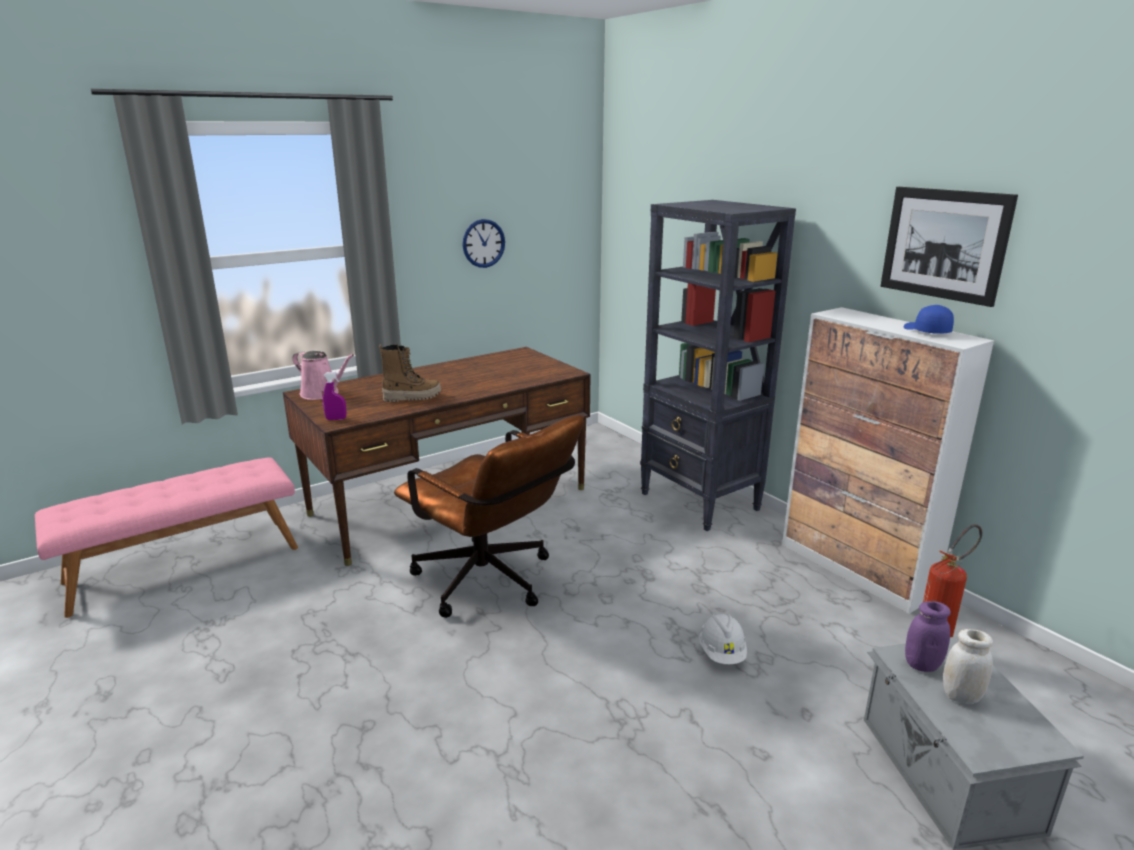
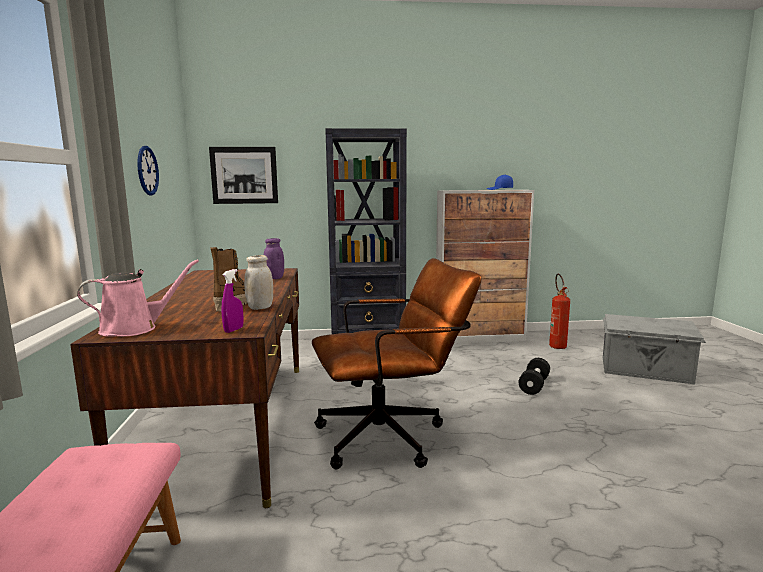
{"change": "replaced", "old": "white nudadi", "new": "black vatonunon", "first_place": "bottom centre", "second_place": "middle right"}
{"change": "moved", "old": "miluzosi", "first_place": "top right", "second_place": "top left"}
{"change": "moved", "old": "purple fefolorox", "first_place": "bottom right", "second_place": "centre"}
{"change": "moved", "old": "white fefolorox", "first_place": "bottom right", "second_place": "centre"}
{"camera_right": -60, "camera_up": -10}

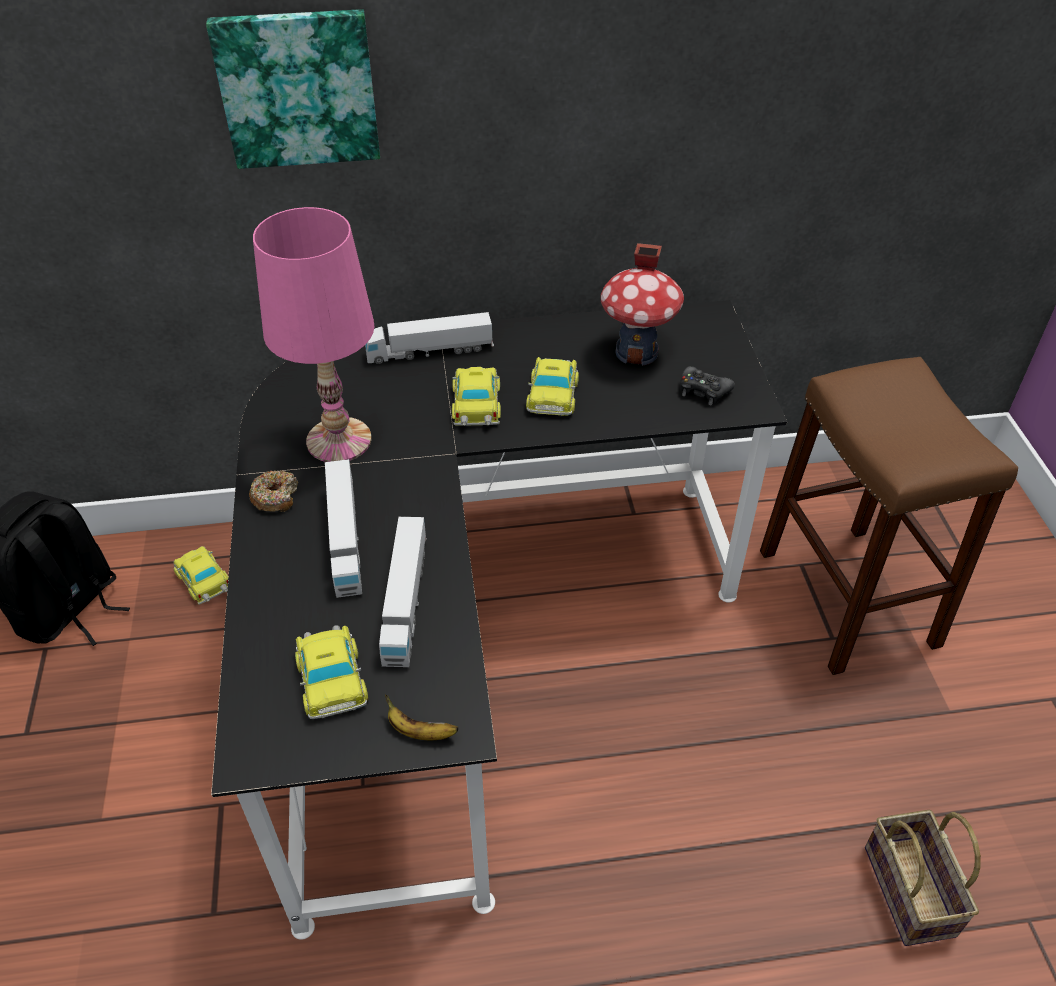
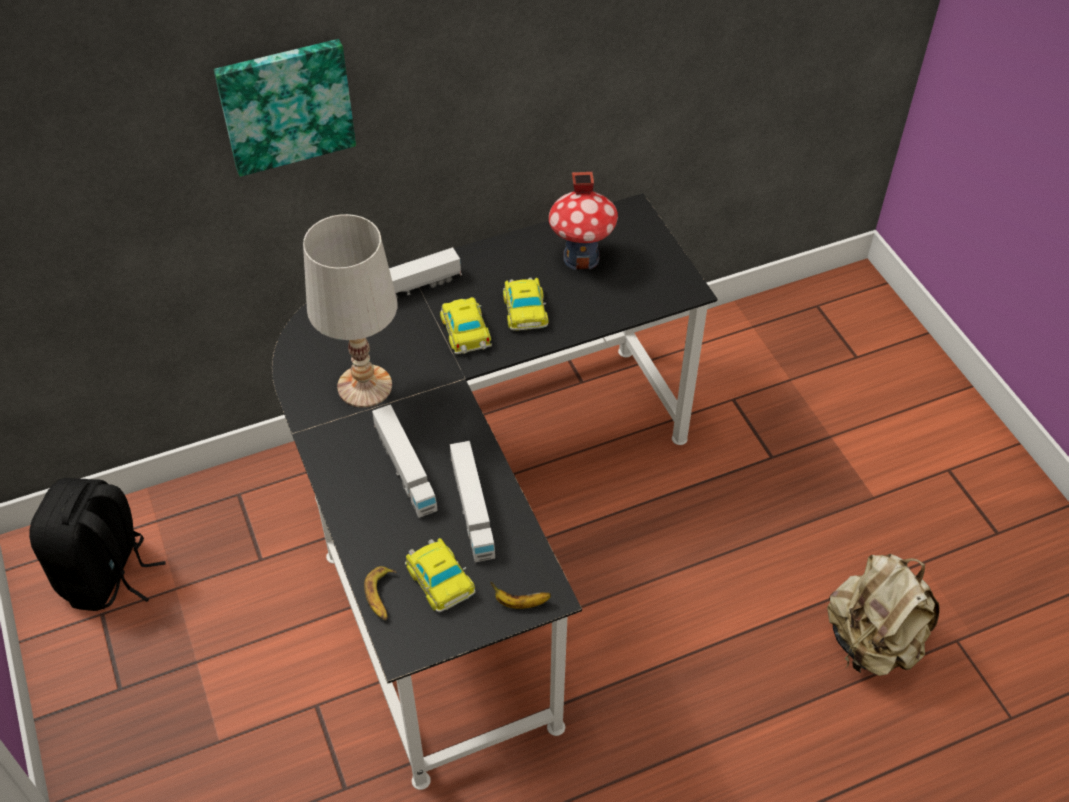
{"change": "removed", "old": "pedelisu (1st from left)", "first_place": "middle left"}
{"change": "removed", "old": "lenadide", "first_place": "middle left"}
{"change": "recoloured", "old": "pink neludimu", "new": "white neludimu", "first_place": "middle left", "second_place": "middle left"}
{"change": "removed", "old": "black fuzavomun", "first_place": "middle right"}
{"change": "removed", "old": "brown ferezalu", "first_place": "middle right"}
{"change": "replaced", "old": "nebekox", "new": "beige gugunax", "first_place": "bottom right", "second_place": "bottom right"}
{"change": "added", "new": "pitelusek (1st from left)", "second_place": "bottom centre"}
{"camera_right": -15, "camera_up": 5}

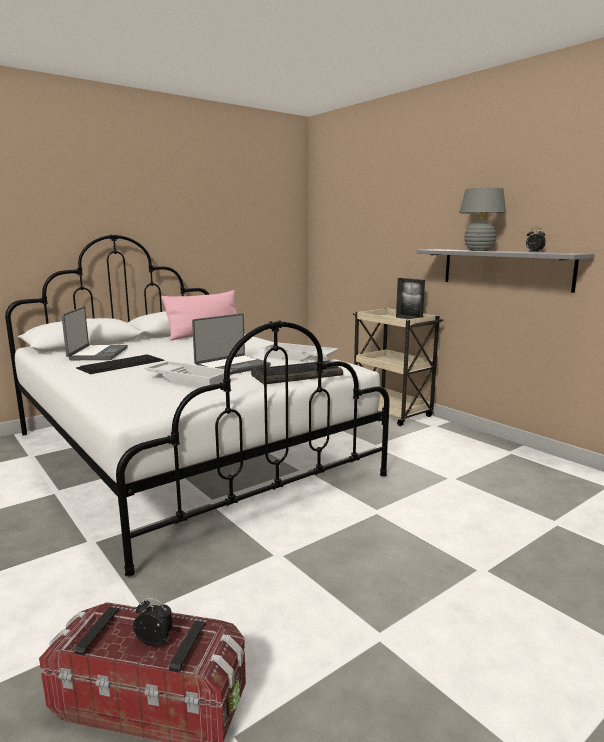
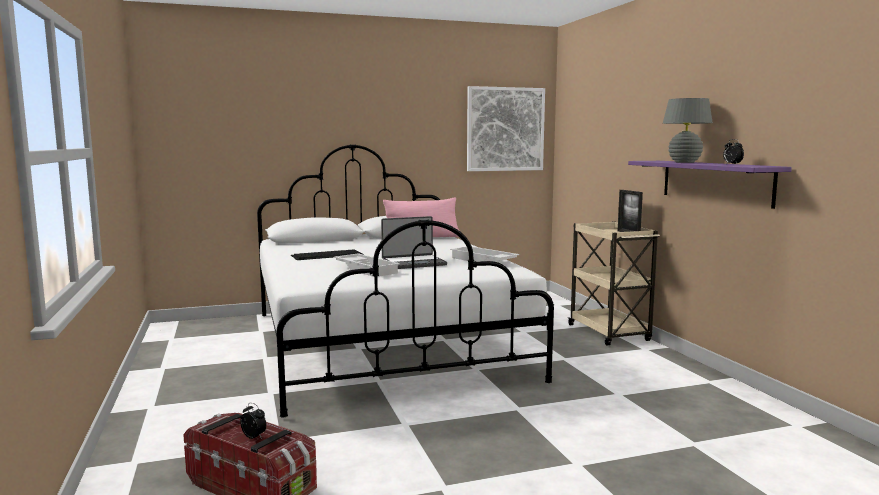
{"change": "removed", "old": "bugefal (1st from left)", "first_place": "middle left"}
{"change": "removed", "old": "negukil (2nd from left)", "first_place": "centre"}
{"change": "recoloured", "old": "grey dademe", "new": "purple dademe", "first_place": "middle right", "second_place": "middle right"}
{"change": "added", "new": "miluzosi", "second_place": "top centre"}
{"camera_right": 20, "camera_up": -5}

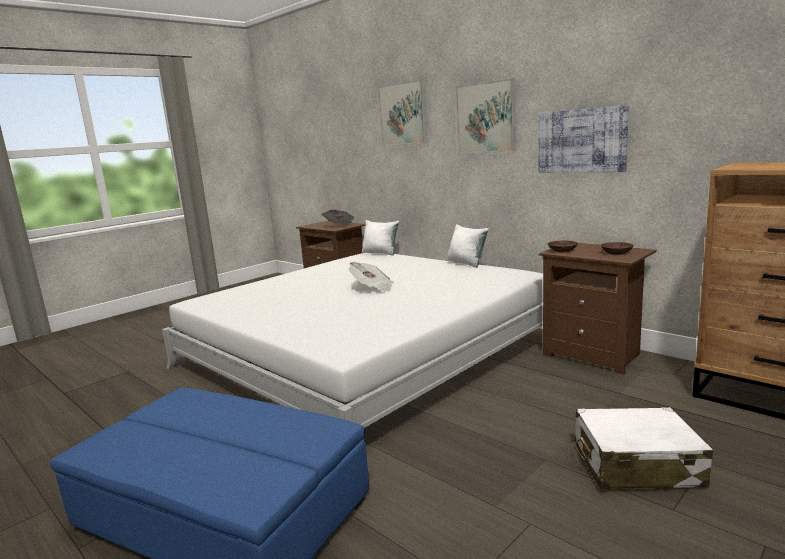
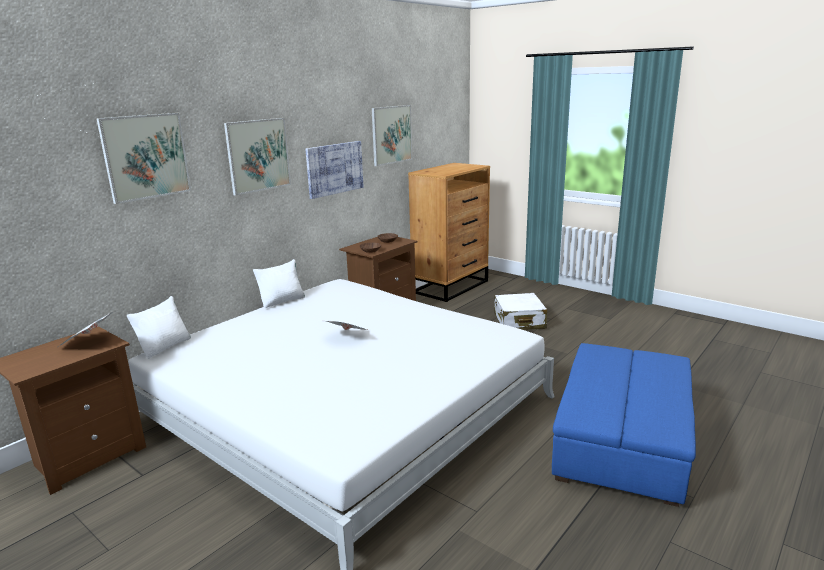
{"change": "added", "new": "miluzosi (4th from left)", "second_place": "top centre"}
{"camera_right": -95, "camera_up": 5}

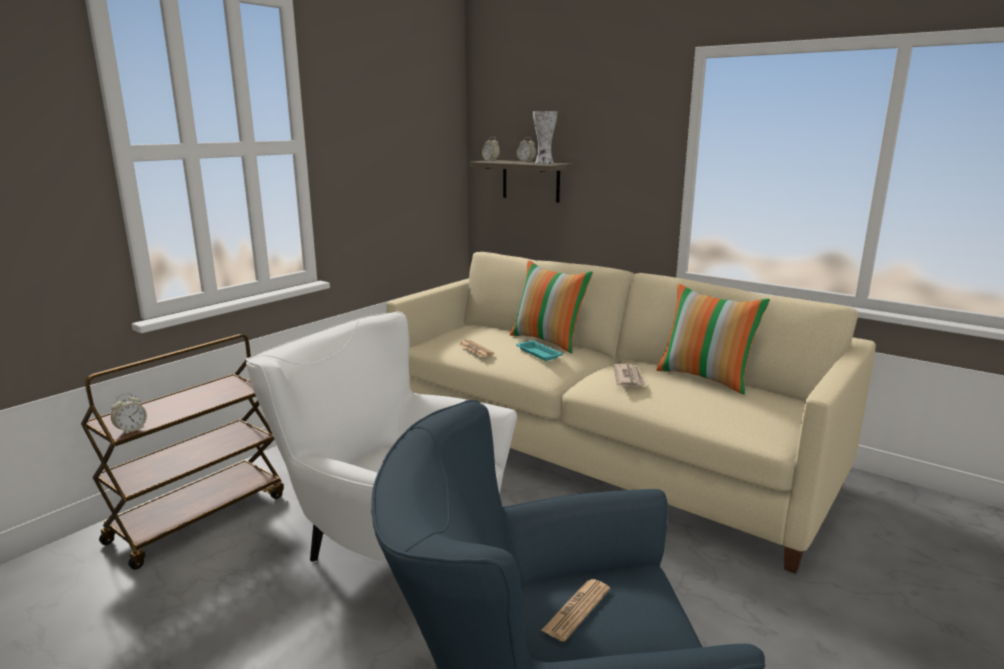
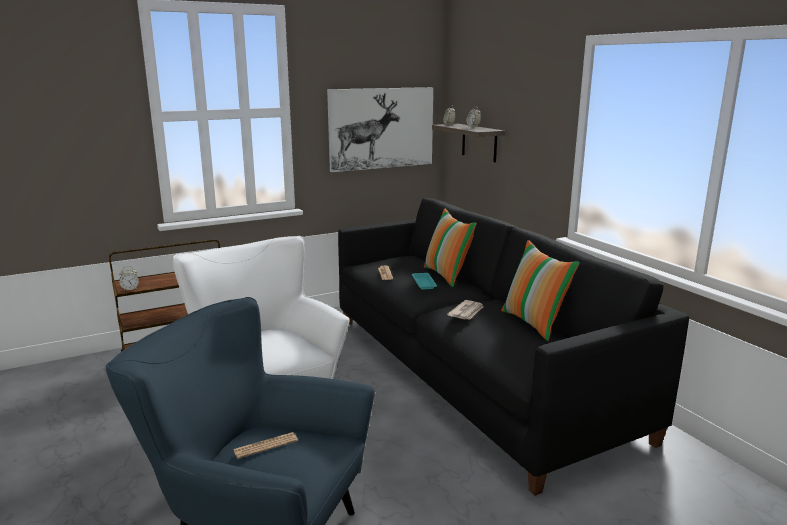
{"change": "recoloured", "old": "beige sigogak", "new": "black sigogak", "first_place": "centre", "second_place": "centre"}
{"change": "removed", "old": "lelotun", "first_place": "top centre"}
{"change": "added", "new": "miluzosi", "second_place": "top centre"}
{"camera_right": 25, "camera_up": 0}

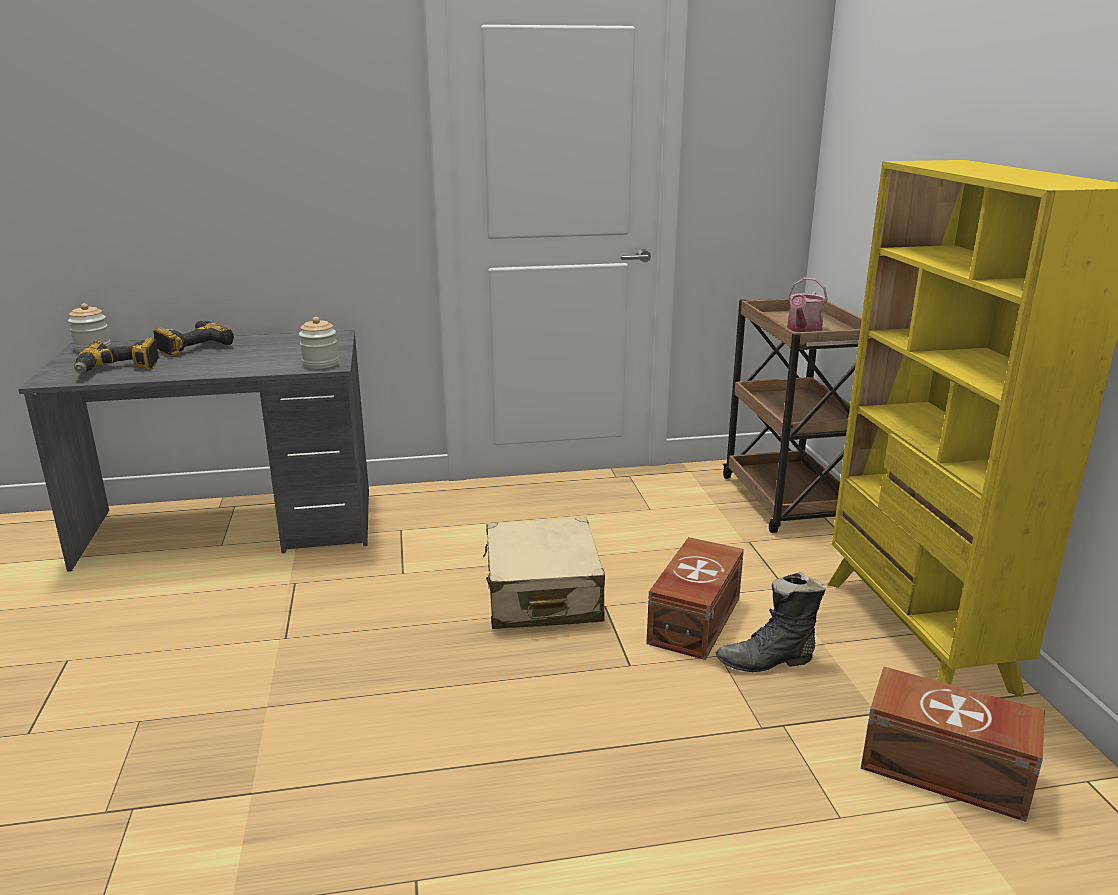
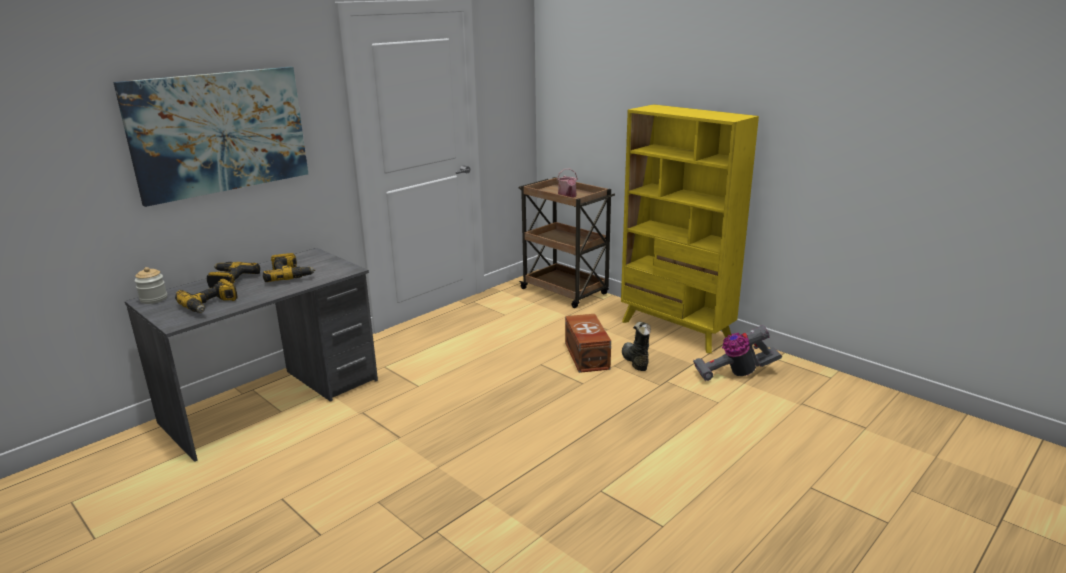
{"change": "removed", "old": "fefolorox (2nd from left)", "first_place": "middle left"}
{"change": "removed", "old": "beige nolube", "first_place": "centre"}
{"change": "turned", "old": "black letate", "first_place": "bottom right", "second_place": "centre", "degrees": 120}
{"change": "replaced", "old": "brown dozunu (2nd from left)", "new": "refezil", "first_place": "bottom right", "second_place": "middle right"}
{"change": "added", "new": "miluzosi", "second_place": "top left"}
{"change": "added", "new": "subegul (3rd from left)", "second_place": "middle left"}
{"camera_right": -35, "camera_up": 0}

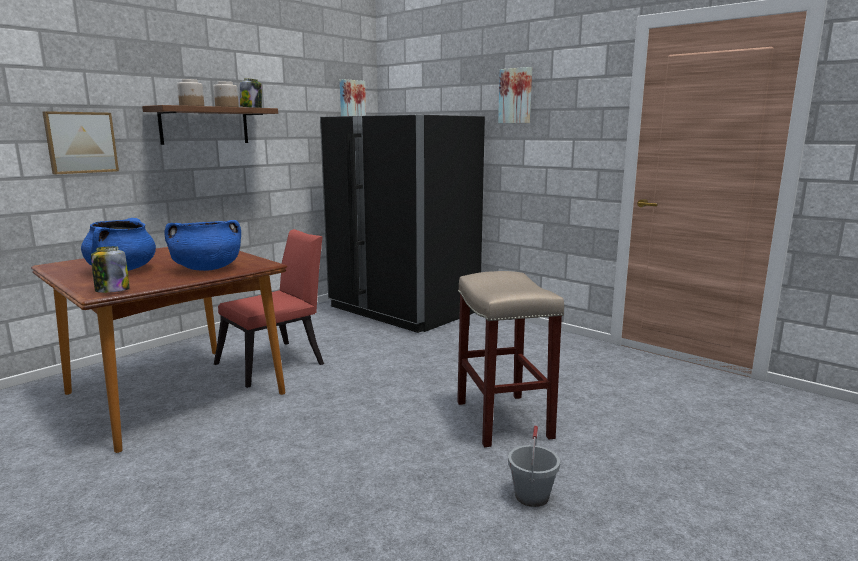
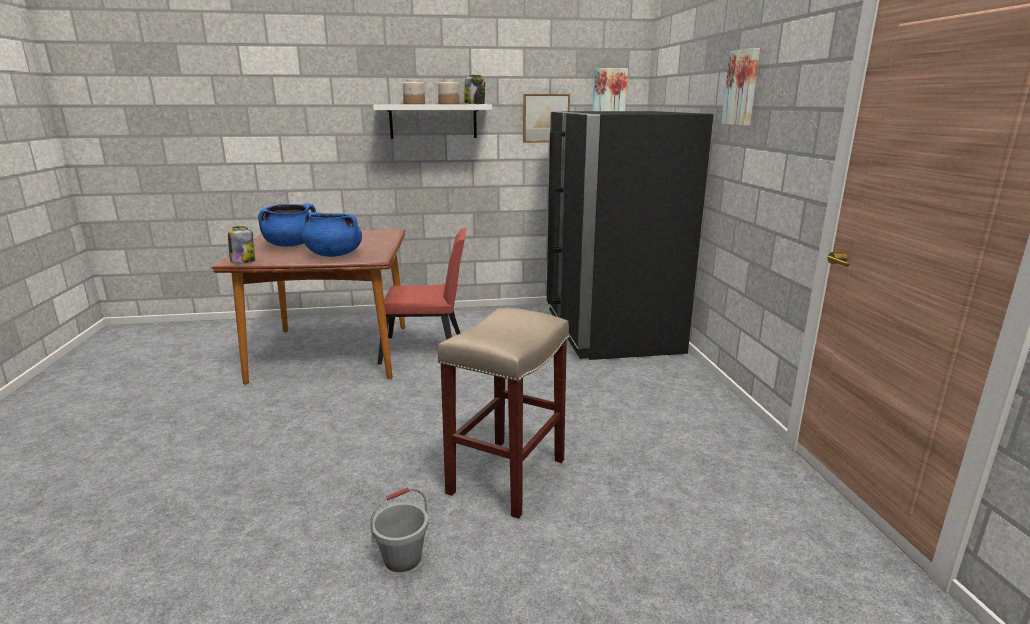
{"change": "moved", "old": "miluzosi (1st from left)", "first_place": "top left", "second_place": "top centre"}
{"change": "recoloured", "old": "brown dademe", "new": "white dademe", "first_place": "top left", "second_place": "top centre"}
{"camera_right": 40, "camera_up": 5}

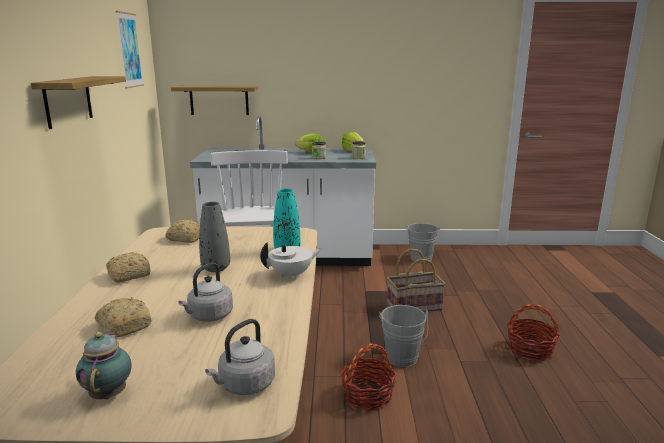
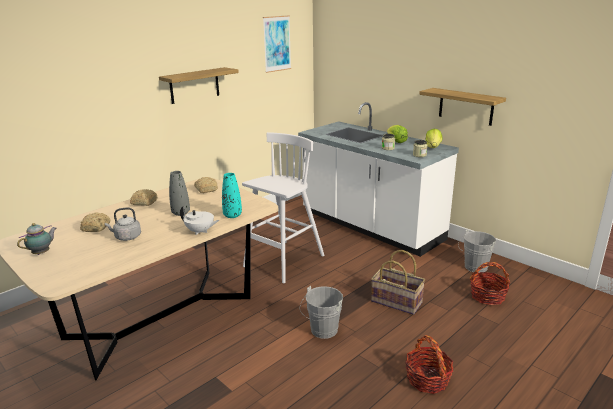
{"change": "moved", "old": "dademe (2nd from left)", "first_place": "top left", "second_place": "top right"}
{"change": "removed", "old": "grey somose (2nd from left)", "first_place": "bottom centre"}
{"change": "moved", "old": "nebekox (1st from left in the first image)", "new": "nebekox (3rd from left)", "first_place": "bottom centre", "second_place": "bottom right"}
{"camera_right": 45, "camera_up": 5}

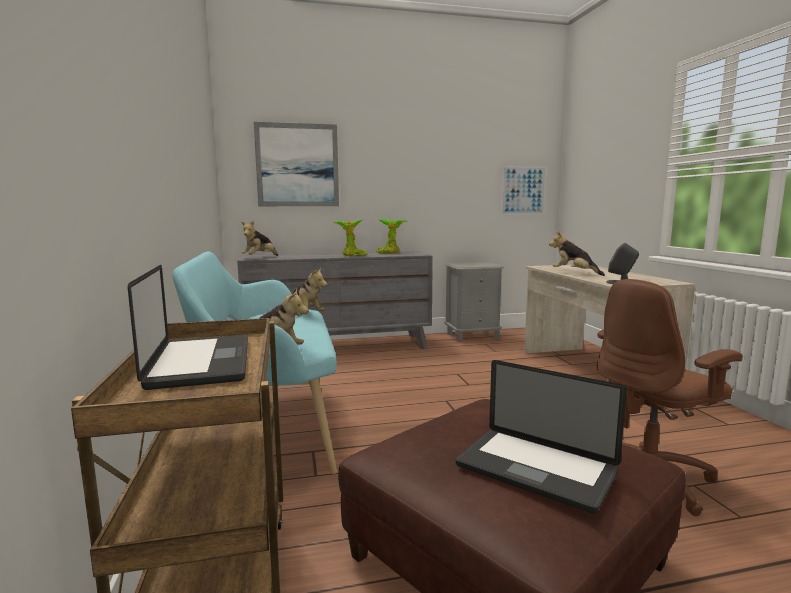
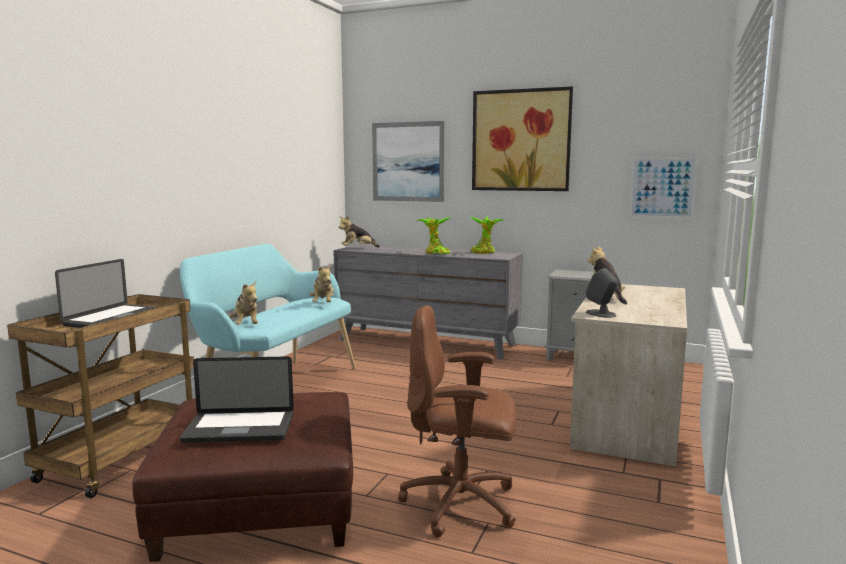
{"change": "turned", "old": "bugefal (2nd from left)", "first_place": "bottom right", "second_place": "bottom left", "degrees": -75}
{"change": "added", "new": "miluzosi (2nd from left)", "second_place": "top centre"}
{"camera_right": 35, "camera_up": 0}

